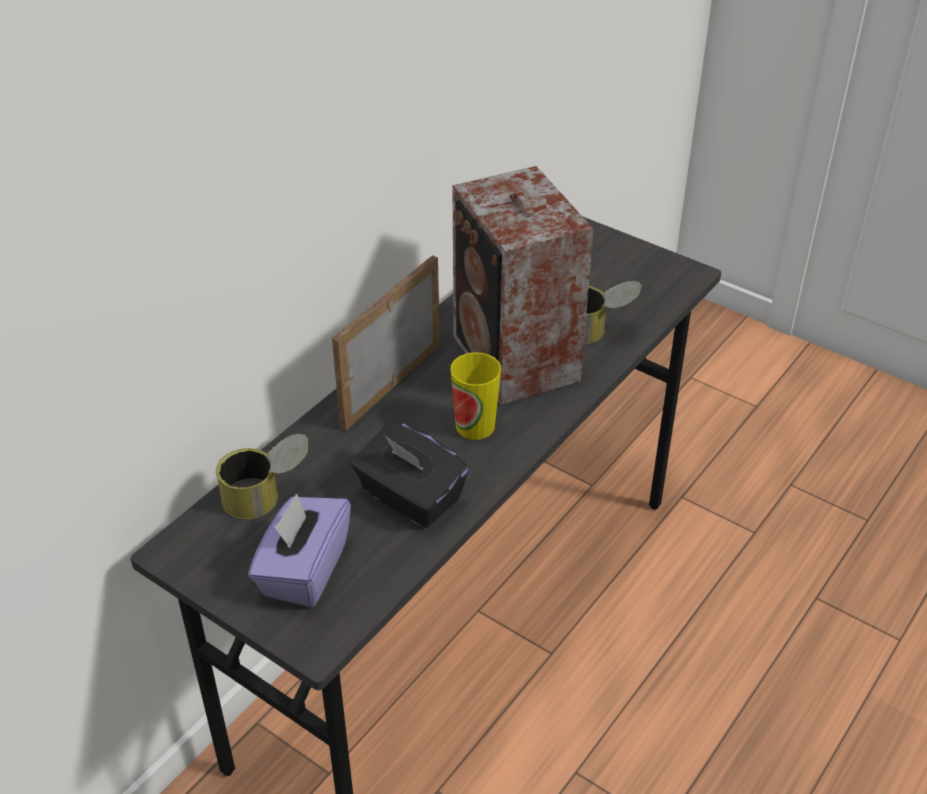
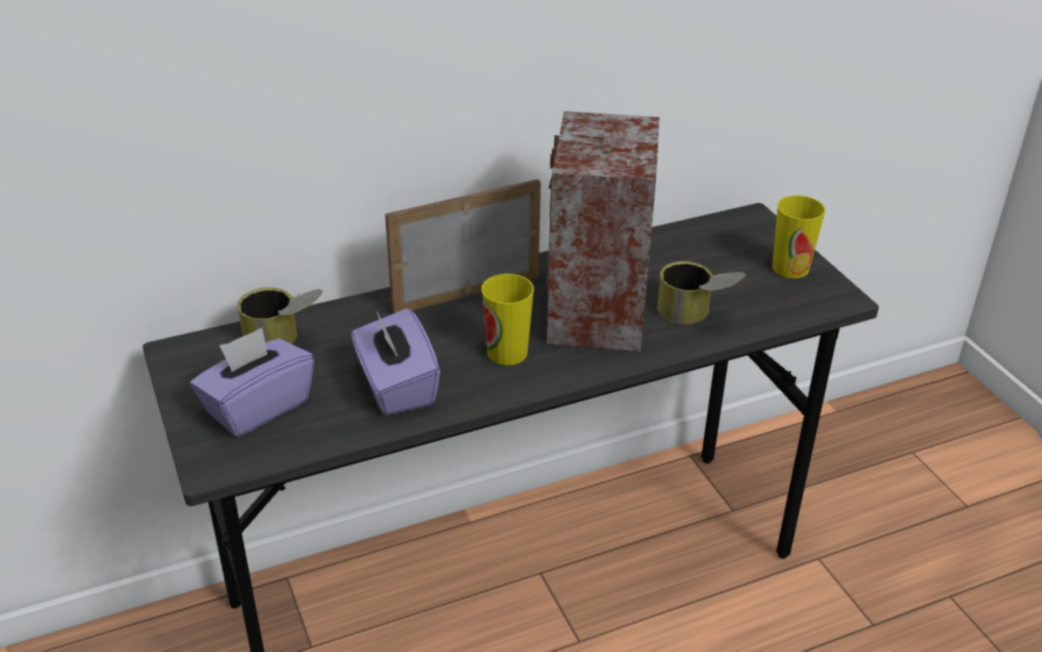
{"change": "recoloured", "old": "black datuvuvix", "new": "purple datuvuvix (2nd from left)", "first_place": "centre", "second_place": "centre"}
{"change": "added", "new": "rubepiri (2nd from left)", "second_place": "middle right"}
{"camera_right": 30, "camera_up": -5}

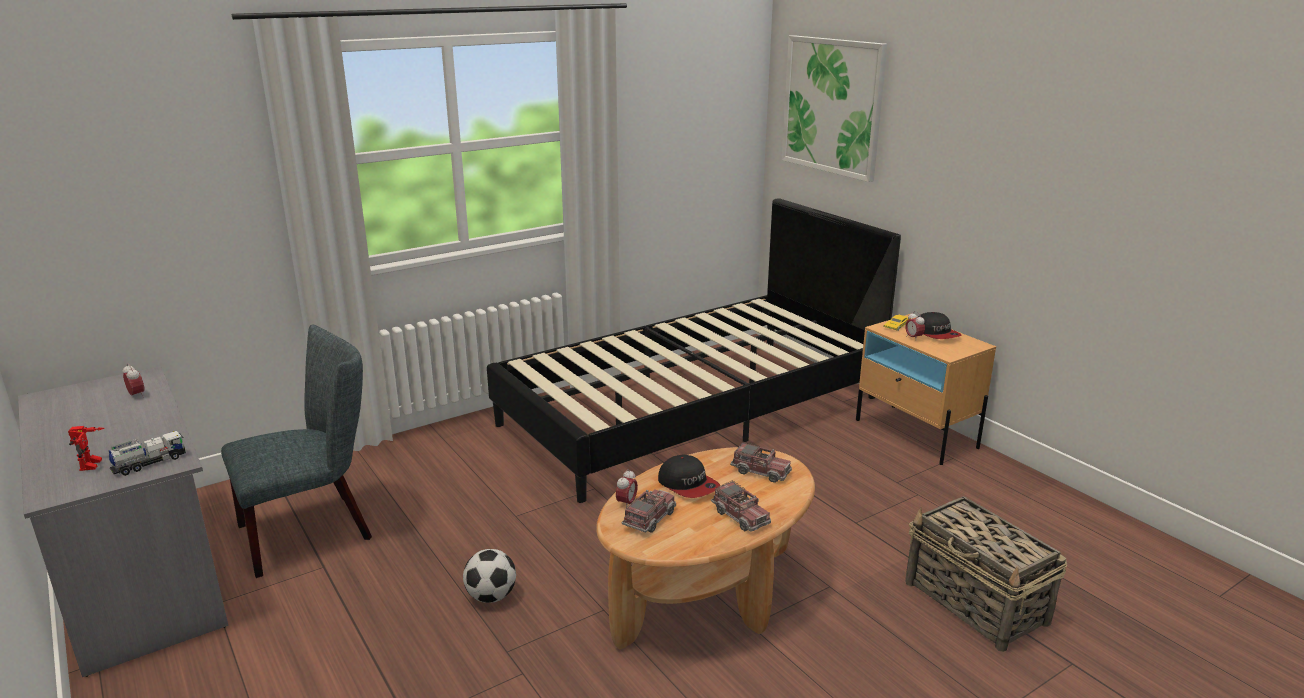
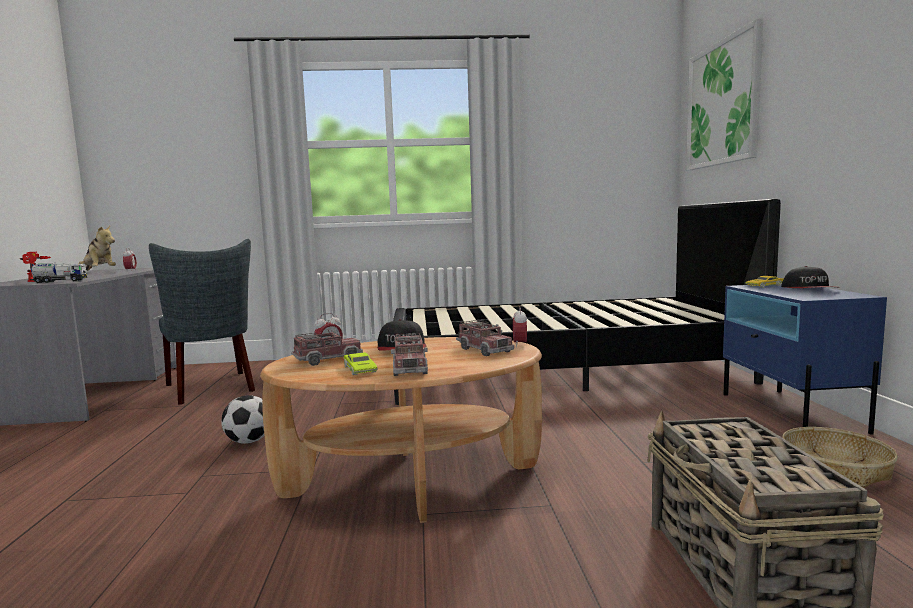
{"change": "turned", "old": "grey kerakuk", "first_place": "middle left", "second_place": "middle left", "degrees": 60}
{"change": "recoloured", "old": "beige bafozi", "new": "blue bafozi", "first_place": "middle right", "second_place": "middle right"}
{"change": "moved", "old": "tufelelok (3rd from left)", "first_place": "middle right", "second_place": "centre"}
{"change": "added", "new": "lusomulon", "second_place": "middle left"}
{"change": "added", "new": "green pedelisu", "second_place": "centre"}
{"change": "added", "new": "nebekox (2nd from left)", "second_place": "bottom right"}
{"camera_right": 30, "camera_up": -15}

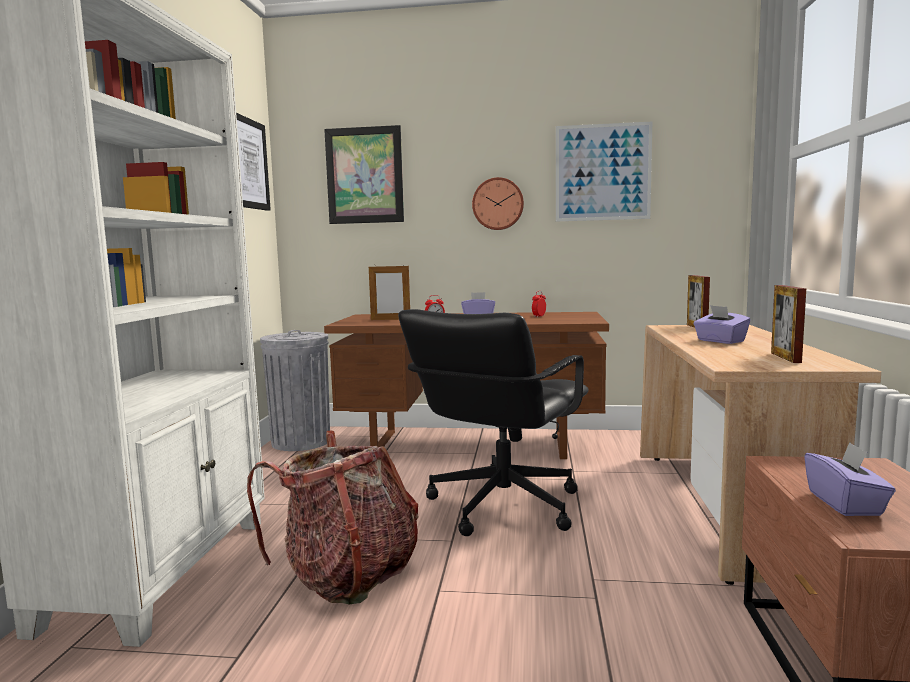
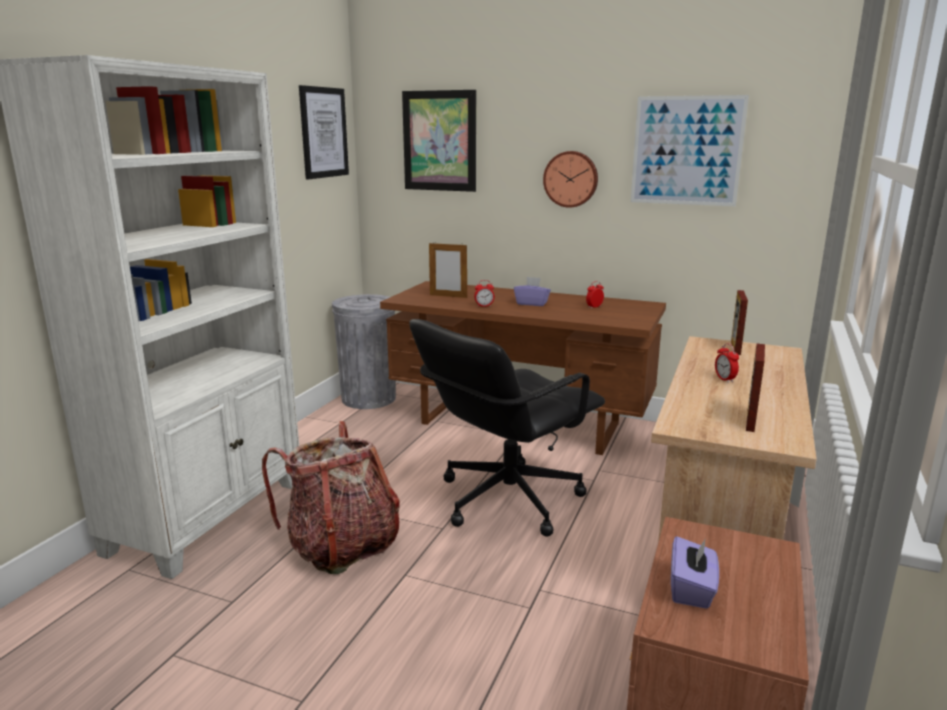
{"change": "replaced", "old": "purple datuvuvix (2nd from left)", "new": "tufelelok (3rd from left)", "first_place": "middle right", "second_place": "middle right"}
{"camera_right": 15, "camera_up": 10}

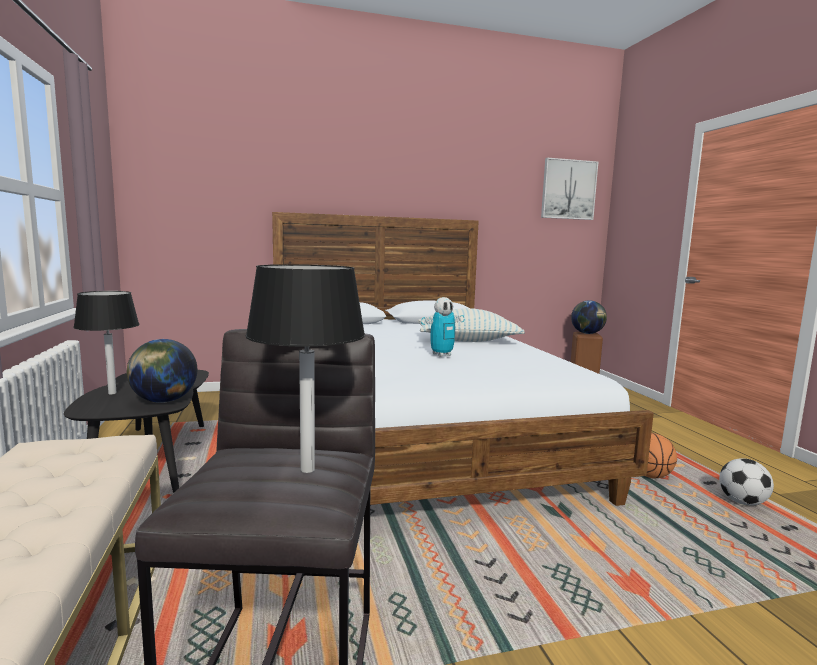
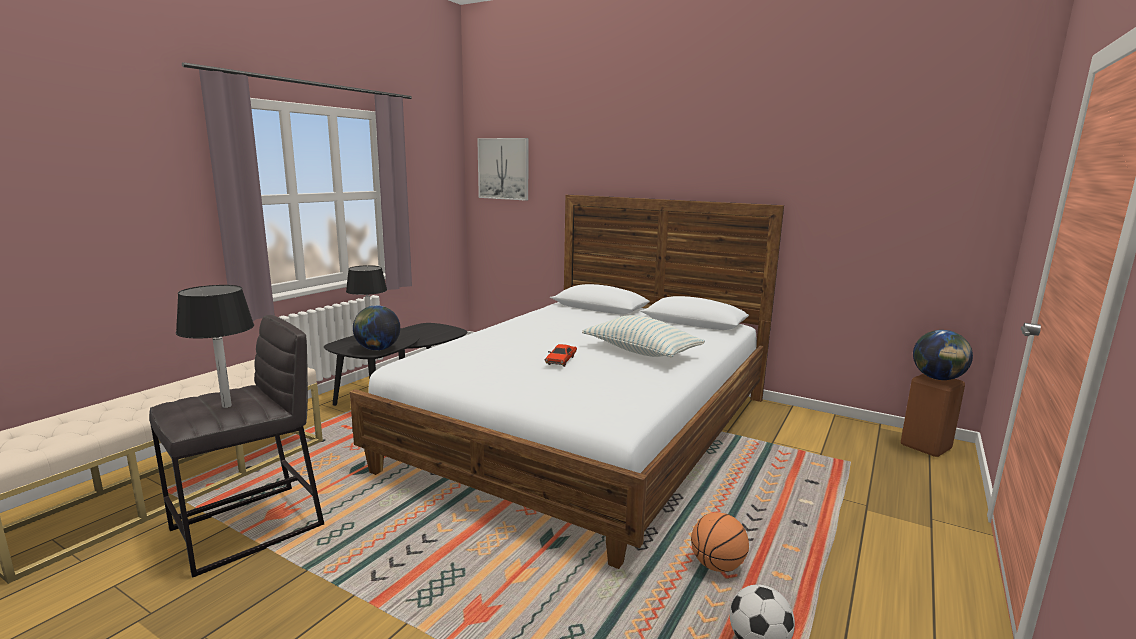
{"change": "replaced", "old": "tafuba", "new": "red pedelisu", "first_place": "centre", "second_place": "centre"}
{"change": "moved", "old": "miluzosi", "first_place": "top right", "second_place": "top centre"}
{"camera_right": 45, "camera_up": 5}

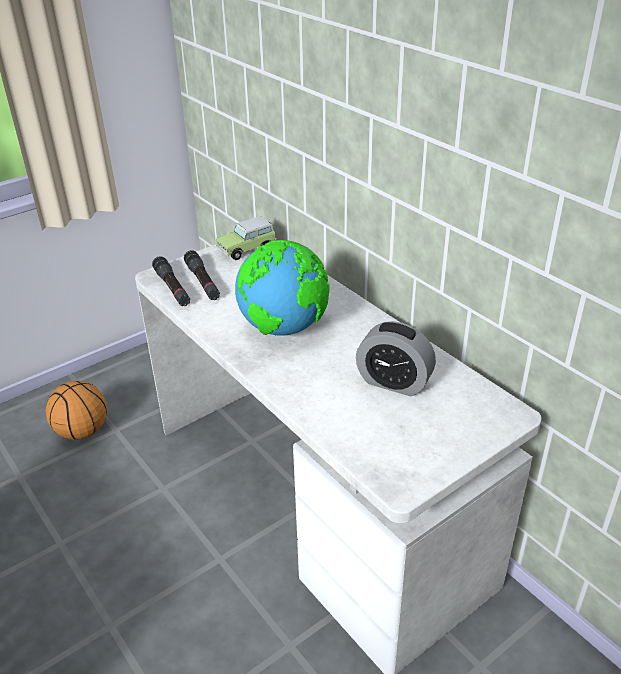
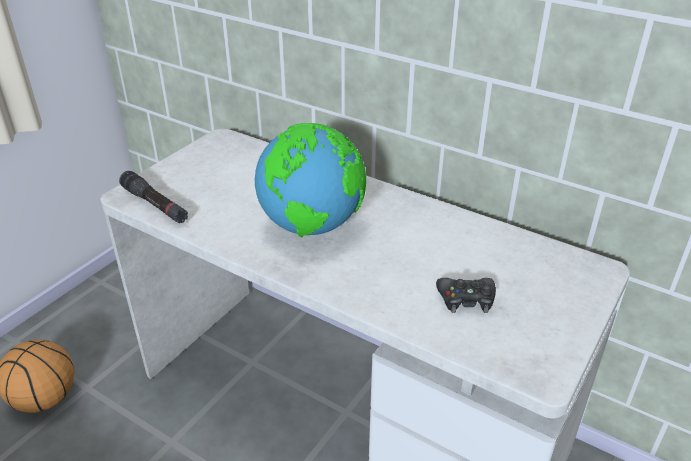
{"change": "removed", "old": "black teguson (2nd from left)", "first_place": "middle left"}
{"change": "removed", "old": "pedelisu", "first_place": "centre"}
{"change": "removed", "old": "tufelelok", "first_place": "centre"}
{"change": "added", "new": "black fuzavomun", "second_place": "middle right"}
{"camera_right": -20, "camera_up": 0}

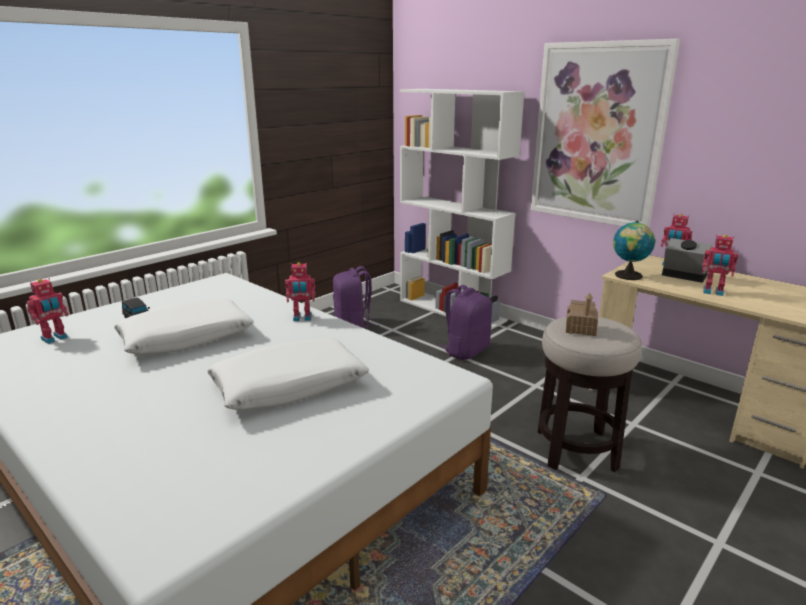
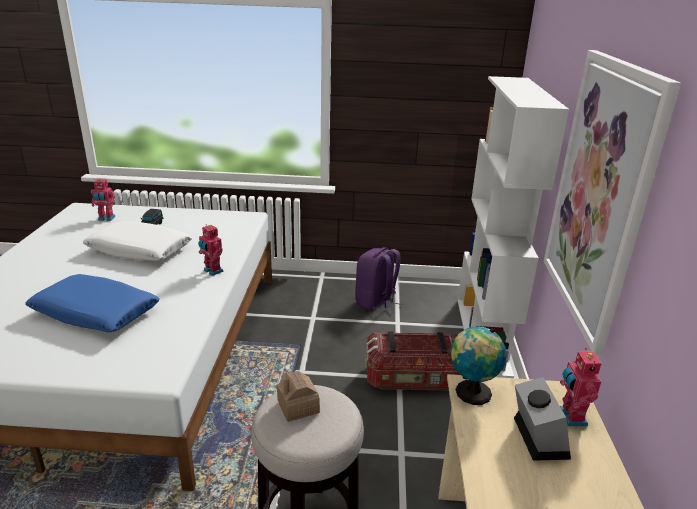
{"change": "recoloured", "old": "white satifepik (2nd from left)", "new": "blue satifepik", "first_place": "centre", "second_place": "middle left"}
{"change": "replaced", "old": "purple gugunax (2nd from left)", "new": "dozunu", "first_place": "centre", "second_place": "bottom centre"}
{"change": "removed", "old": "tafuba (4th from left)", "first_place": "middle right"}
{"camera_right": 50, "camera_up": 5}

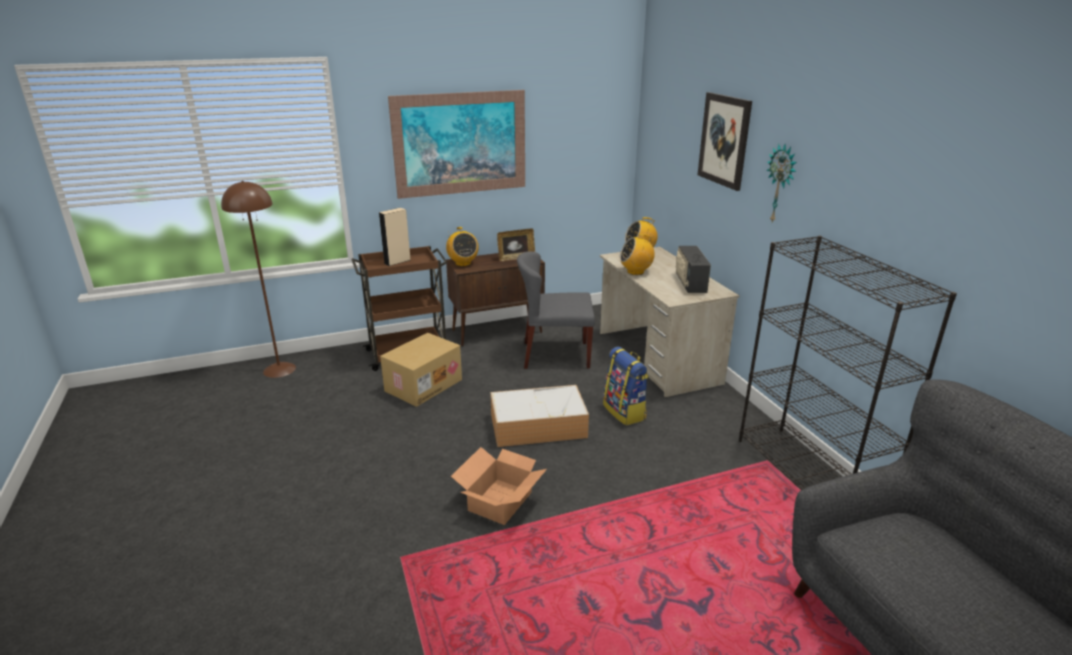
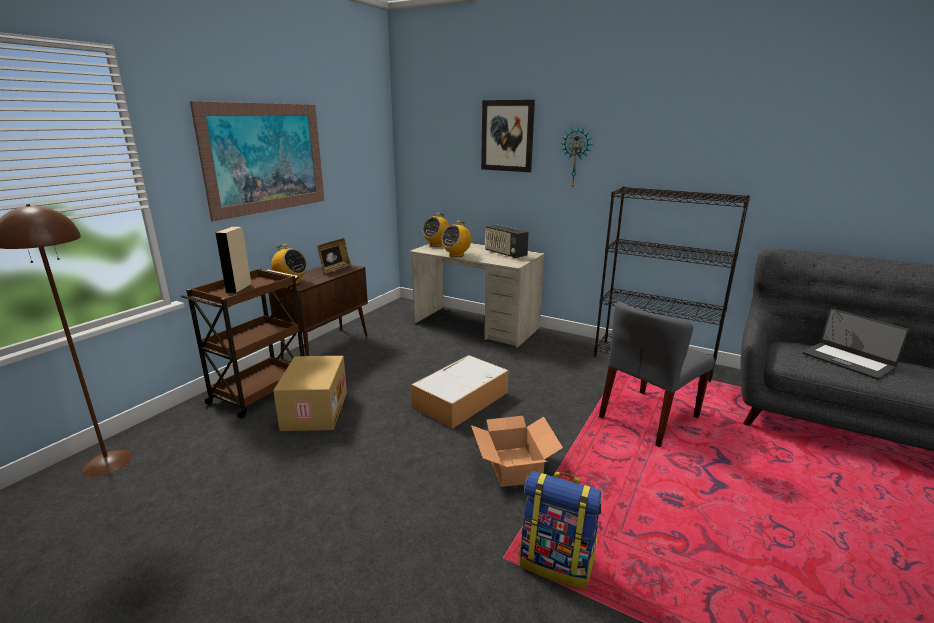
{"change": "moved", "old": "grey kerakuk", "first_place": "centre", "second_place": "middle right"}
{"change": "moved", "old": "gugunax", "first_place": "centre", "second_place": "bottom centre"}
{"change": "added", "new": "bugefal", "second_place": "middle right"}
{"camera_right": -40, "camera_up": -5}

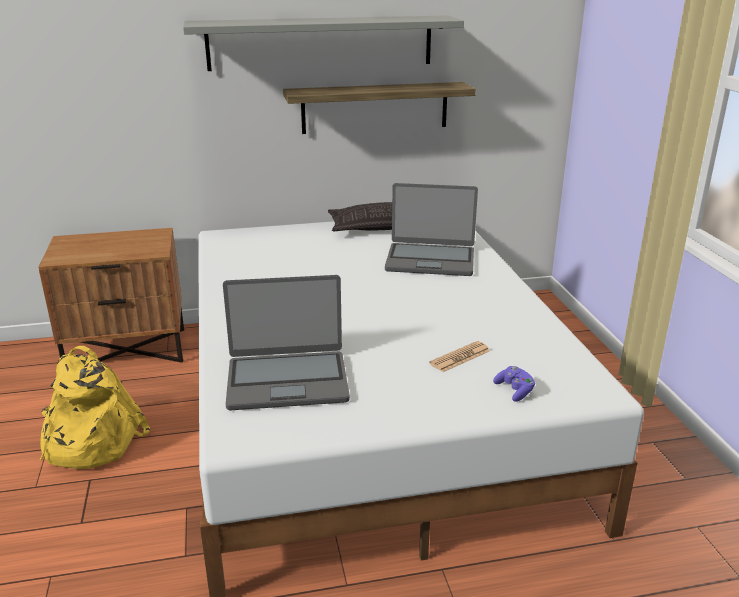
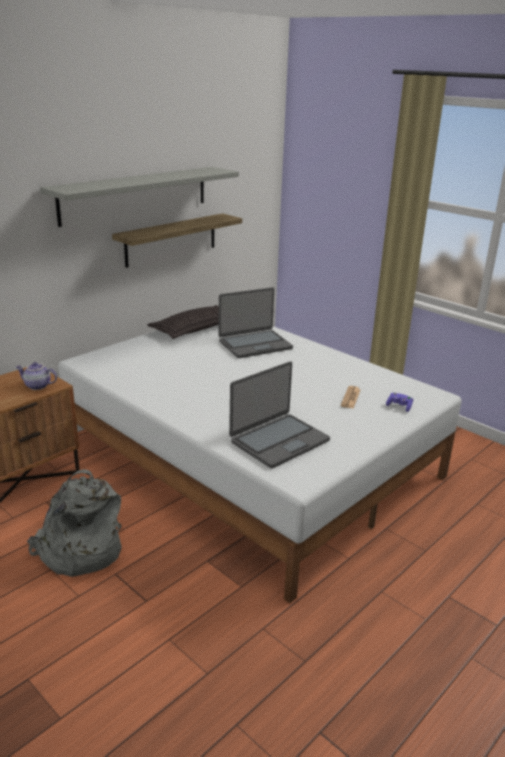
{"change": "recoloured", "old": "yellow gugunax", "new": "grey gugunax", "first_place": "bottom left", "second_place": "bottom left"}
{"change": "added", "new": "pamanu", "second_place": "middle left"}
{"camera_right": -35, "camera_up": 0}

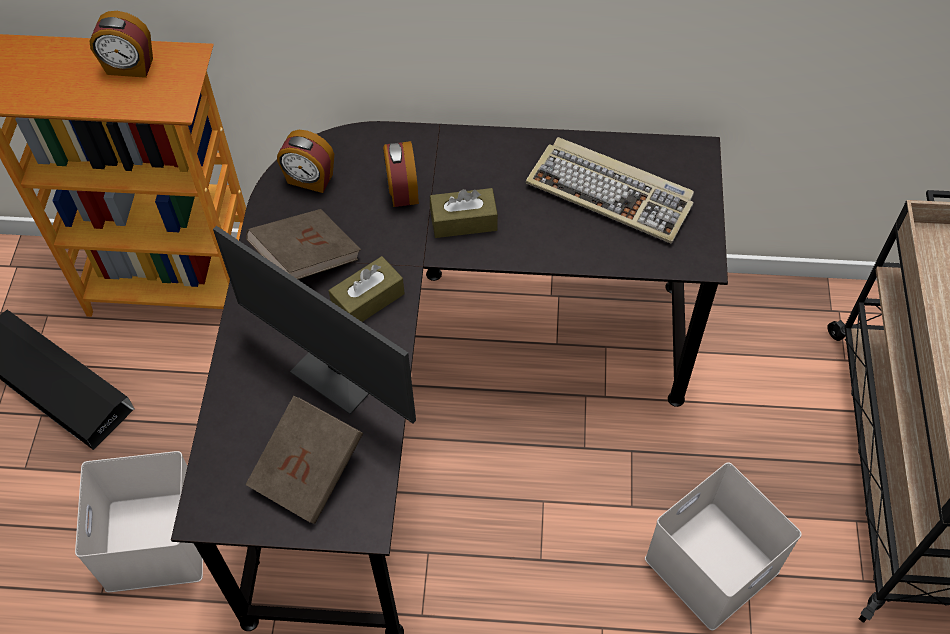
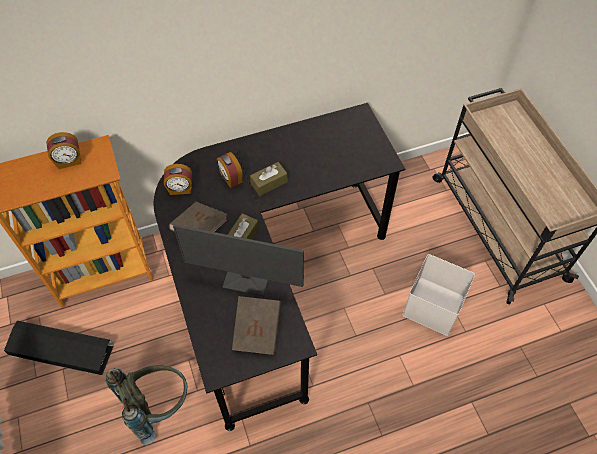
{"change": "replaced", "old": "white dozunu (1st from left)", "new": "grey gugunax", "first_place": "bottom left", "second_place": "bottom left"}
{"change": "removed", "old": "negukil", "first_place": "top centre"}
{"camera_right": -25, "camera_up": 0}

